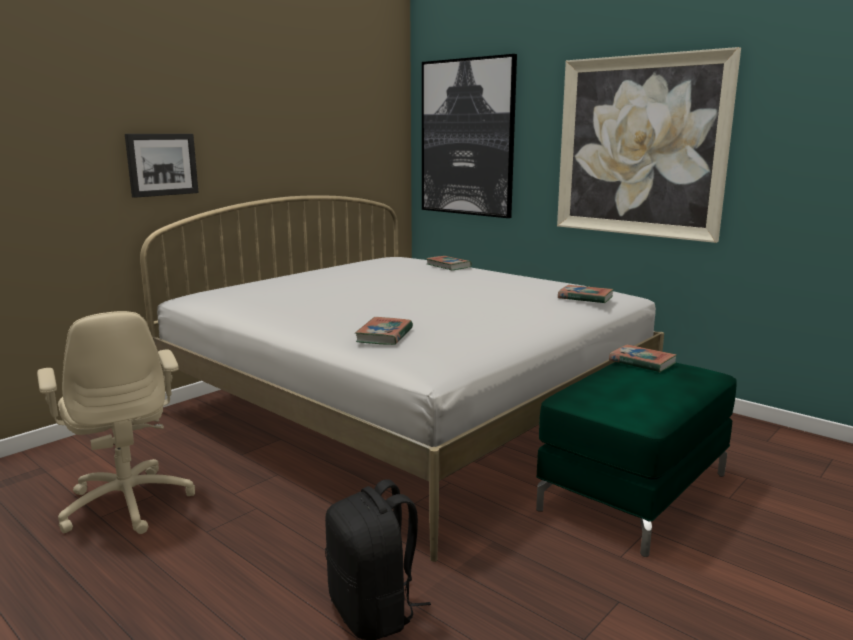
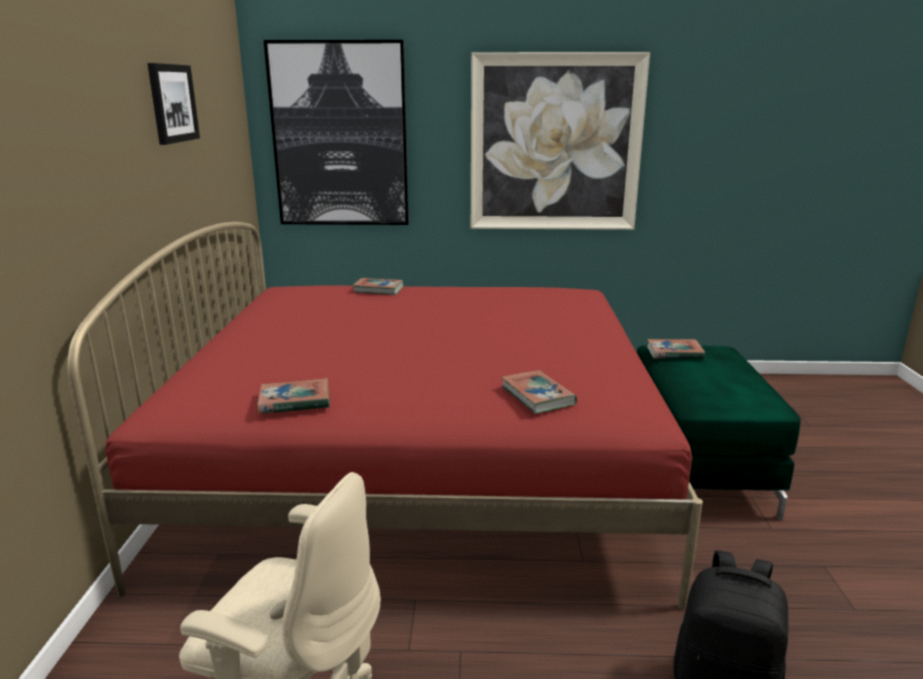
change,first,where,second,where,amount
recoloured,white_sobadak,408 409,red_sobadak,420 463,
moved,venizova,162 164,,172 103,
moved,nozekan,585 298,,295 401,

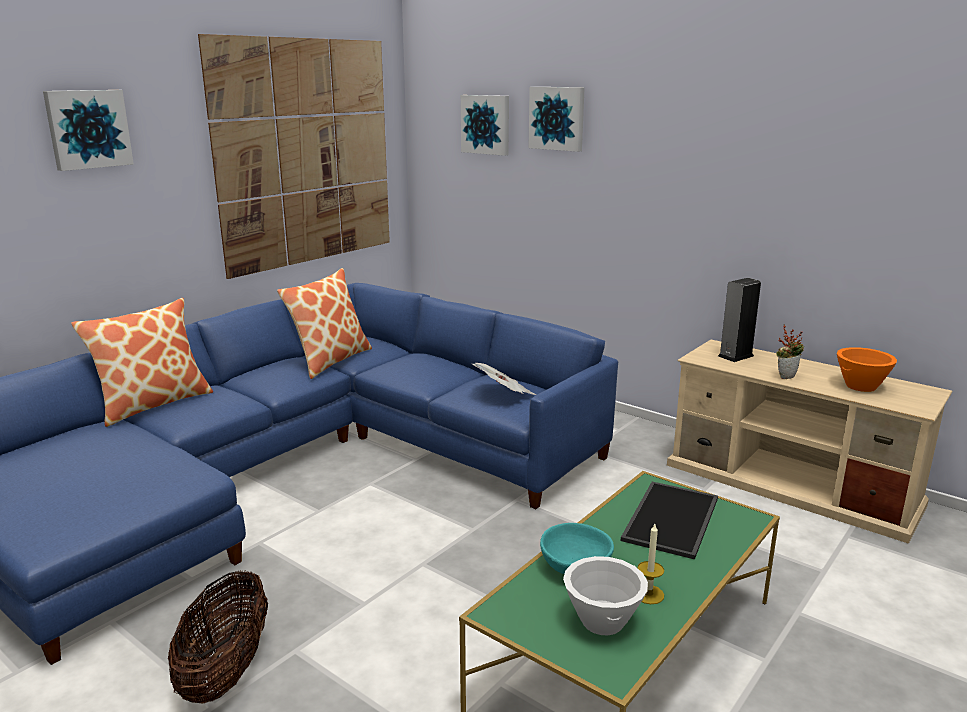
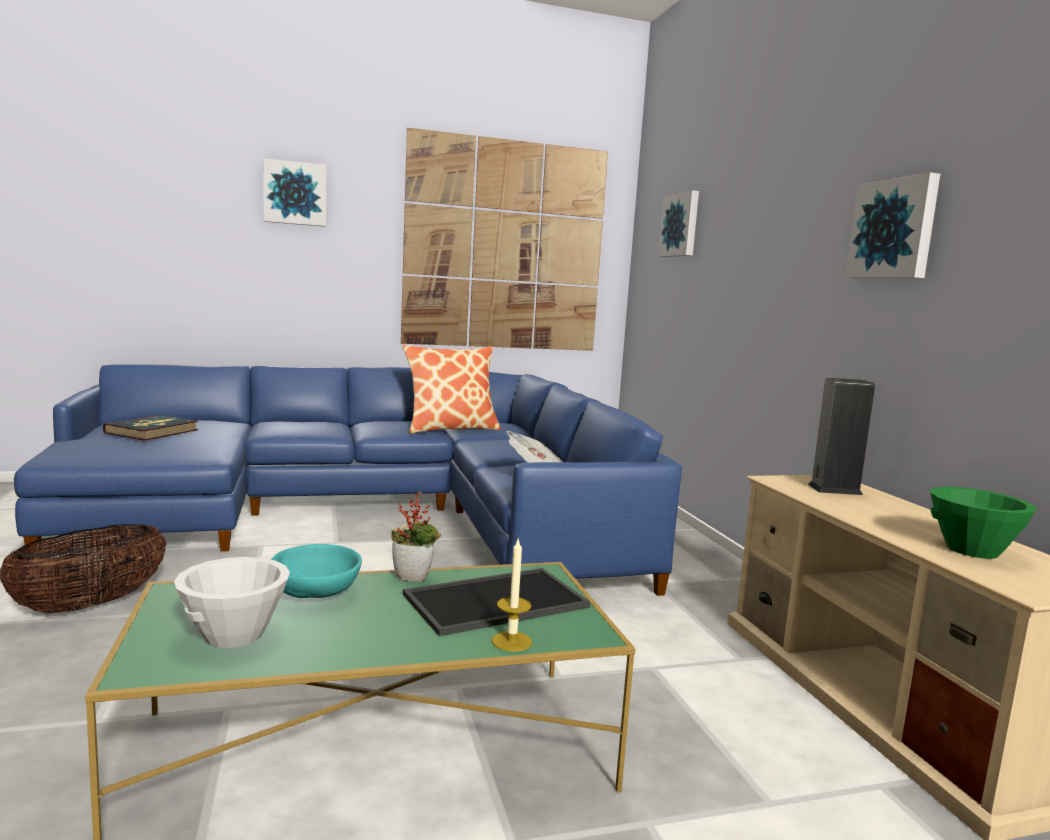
change,first,where,second,where,amount
added,,,nozekan,152 431,
moved,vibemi,786 376,,414 577,
moved,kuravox,648 594,,511 641,
moved,venizova,557 118,,894 229,
recoloured,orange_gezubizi,861 386,green_gezubizi,973 550,
removed,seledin,153 404,,,

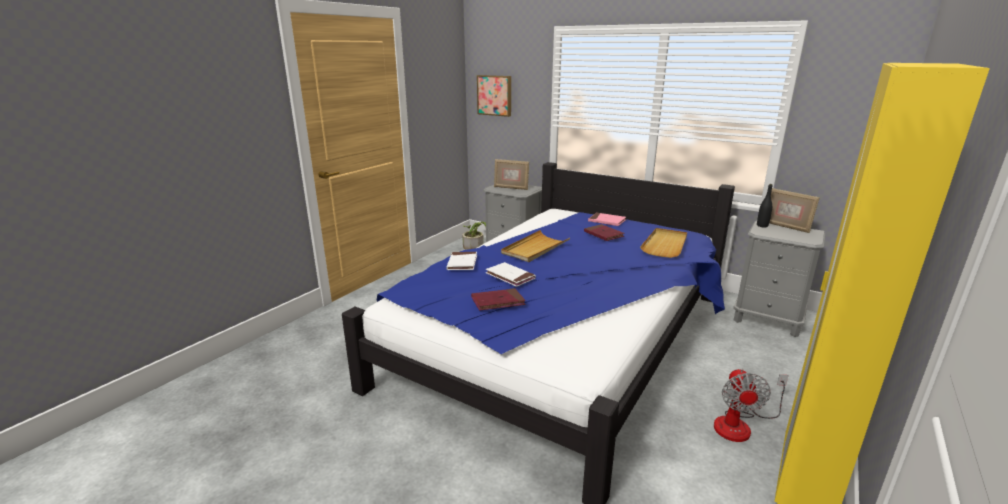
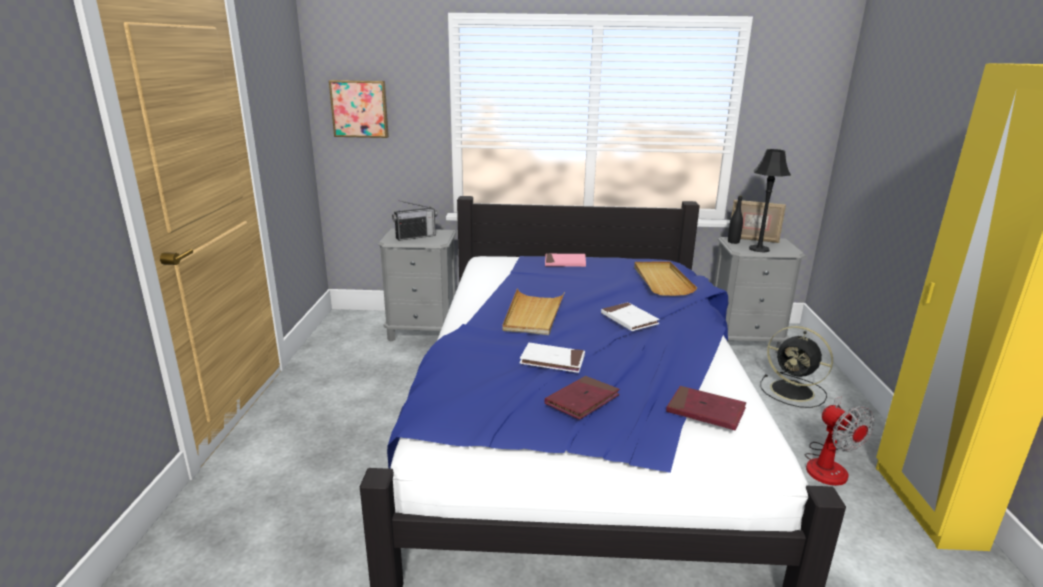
change,first,where,second,where,amount
replaced,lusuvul,511 188,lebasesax,415 237,
moved,white_nozekan,462 263,,629 319,
moved,red_nozekan,603 234,,705 411,
added,,,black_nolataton,759 249,
added,,,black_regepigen,794 391,
removed,vibemi,474 245,,,

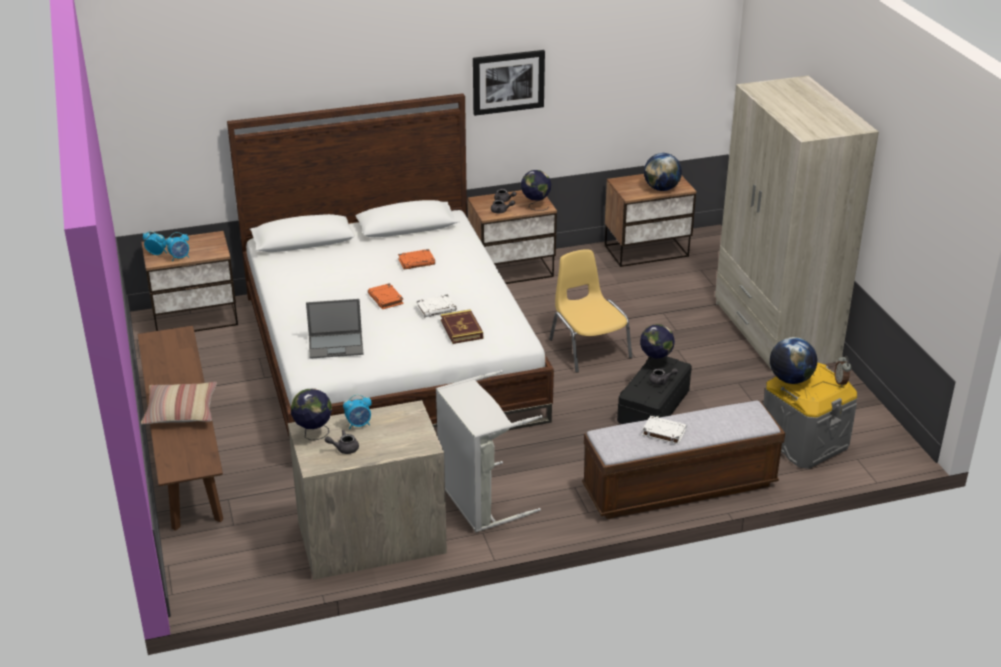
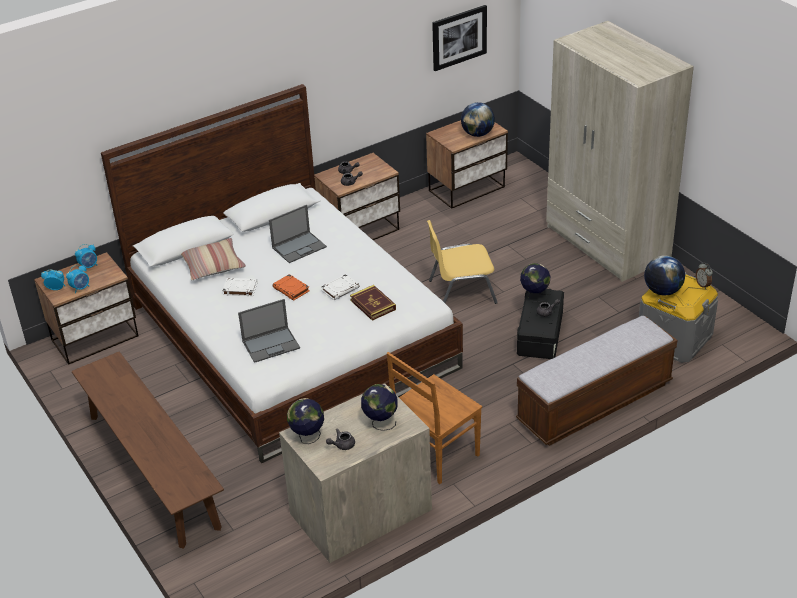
change,first,where,second,where,amount
moved,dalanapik,359 424,,89 266,
moved,seledin,181 411,,213 265,
moved,white_nozekan,663 432,,239 289,
replaced,orange_nozekan,417 262,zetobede,299 247,
moved,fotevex,535 206,,380 423,
replaced,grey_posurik,478 500,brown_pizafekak,435 454,
turned,yellow_pizafekak,588 348,,461 291,60 degrees counterclockwise
moved,venizova,508 82,,459 37,

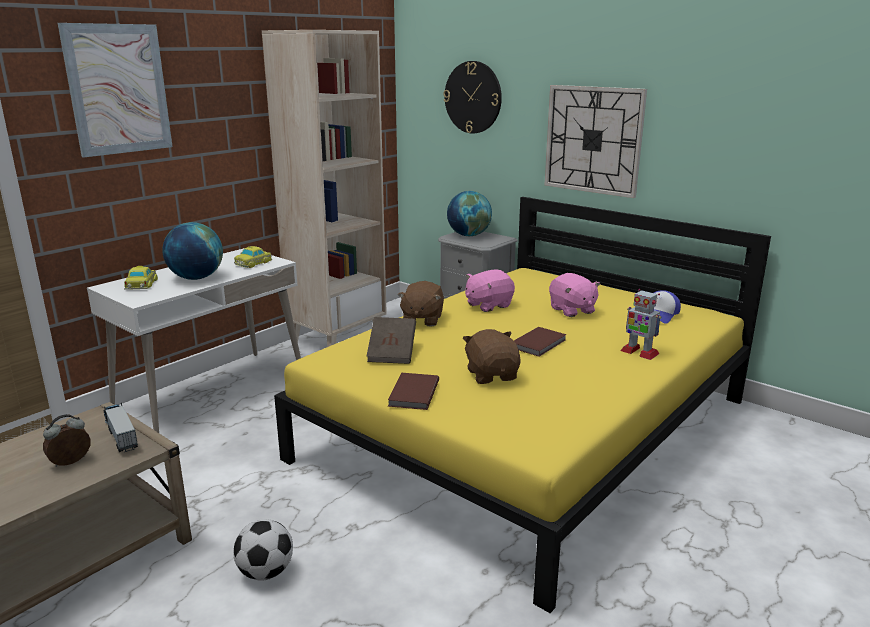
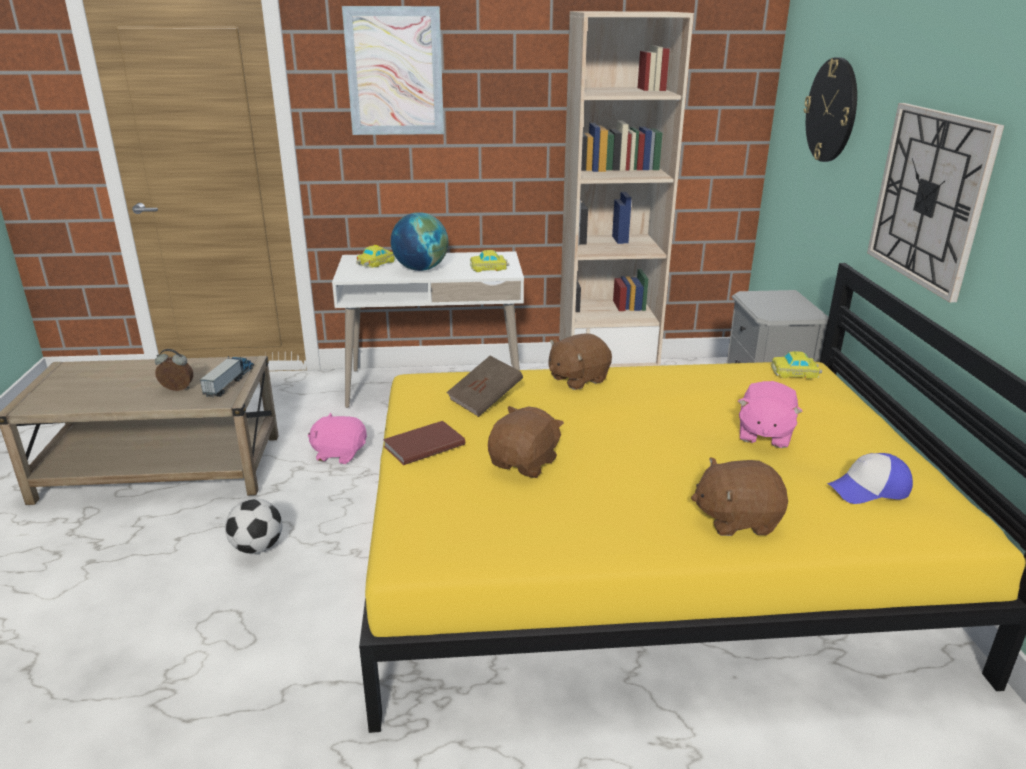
change,first,where,second,where,amount
moved,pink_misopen,488 305,,339 454,
replaced,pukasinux,639 352,brown_misopen,736 519,
added,,,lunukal,795 373,
removed,fotevex,469 235,,,
removed,brown_nozekan,539 343,,,

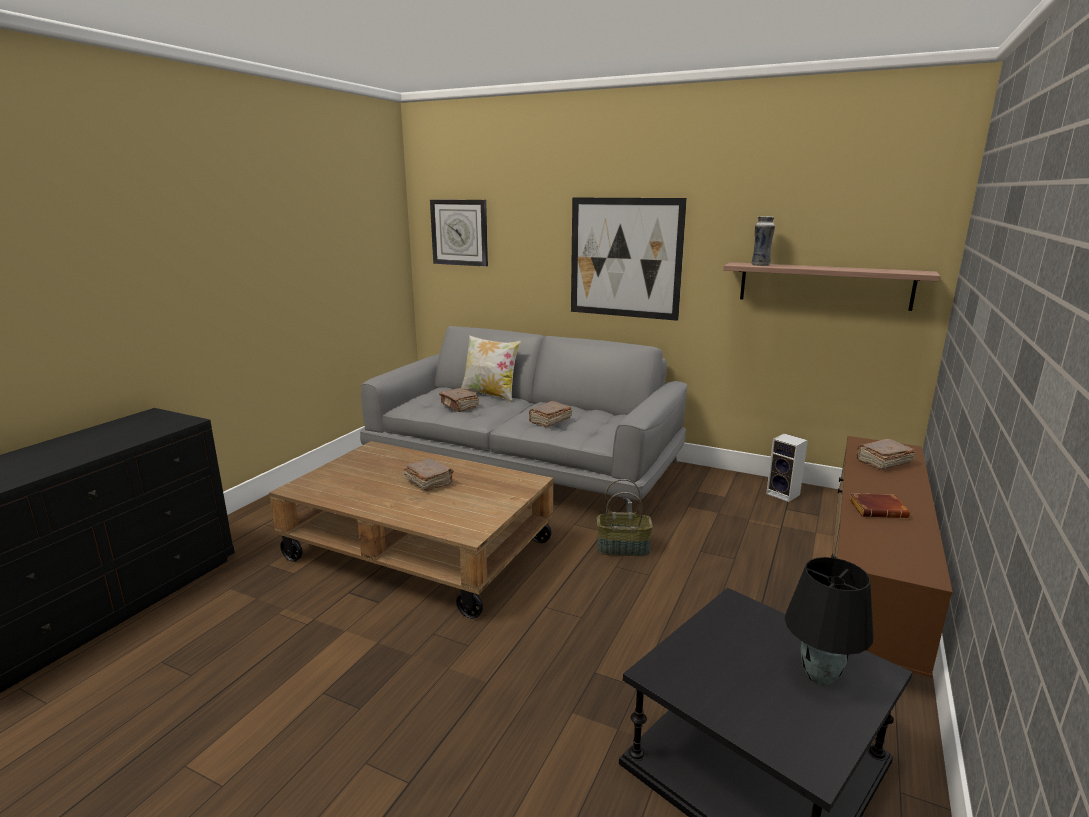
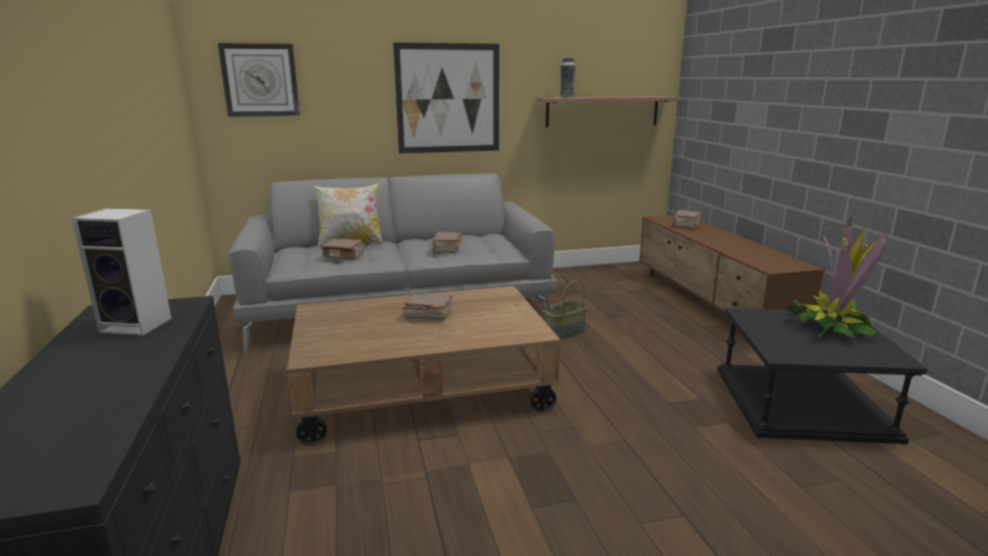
change,first,where,second,where,amount
moved,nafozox,784 494,,139 325,
replaced,black_nolataton,818 675,vibemi,831 326,
removed,brown_nozekan,878 510,,,

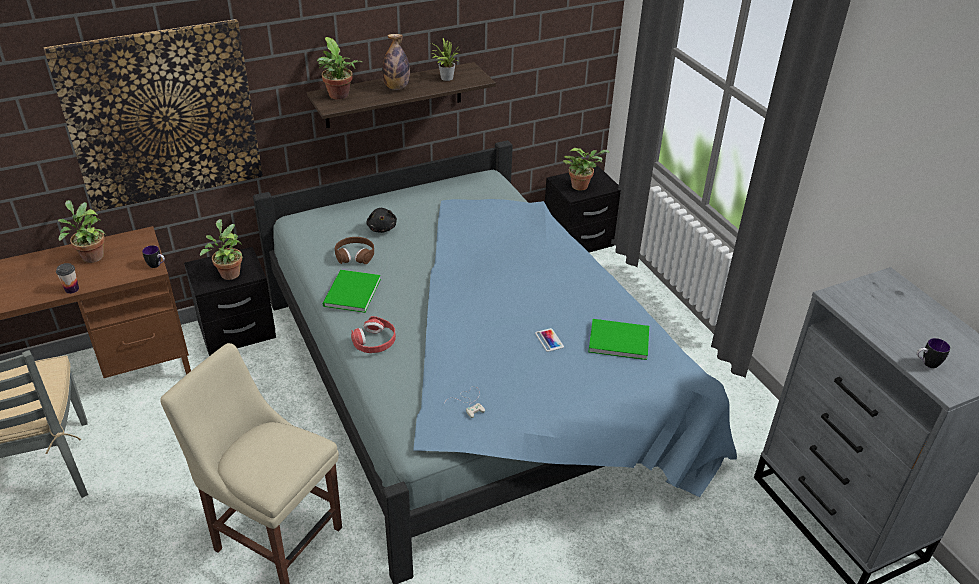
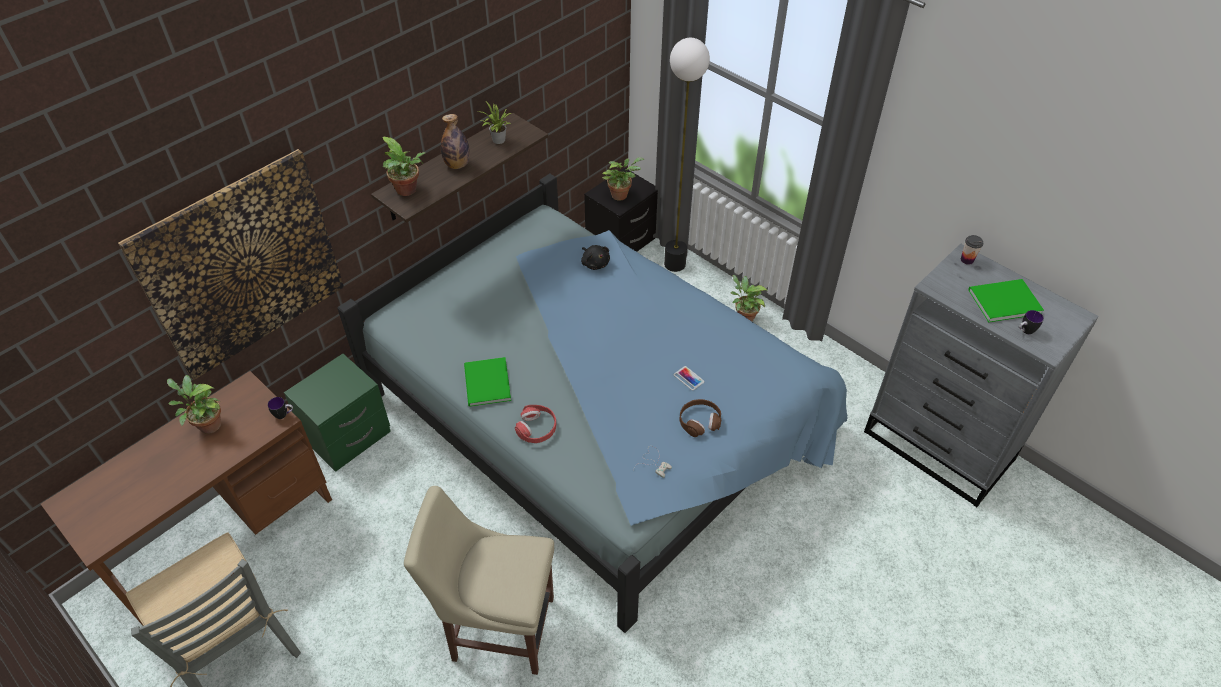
change,first,where,second,where,amount
recoloured,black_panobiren,237 332,green_panobiren,349 437,
moved,black_misopen,382 228,,595 263,
added,,,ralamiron,675 264,
moved,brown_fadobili,355 255,,699 421,
moved,vibemi,228 273,,743 316,
moved,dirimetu,72 289,,967 260,
moved,green_nozekan,617 339,,1002 301,

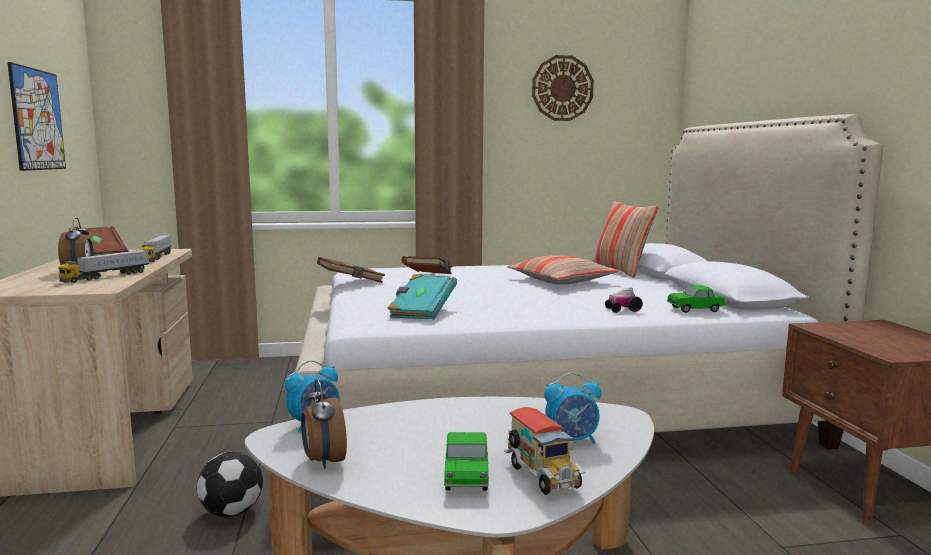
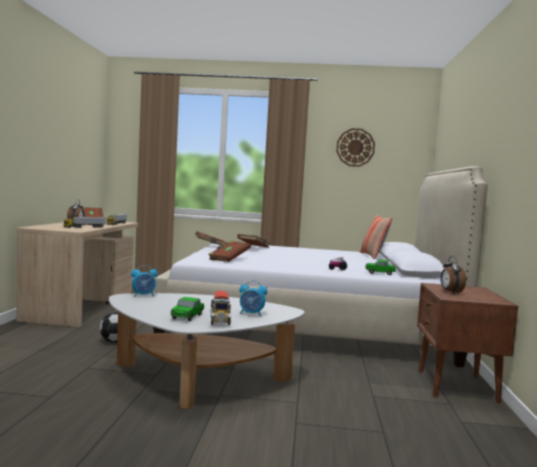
change,first,where,second,where,amount
recoloured,turquoise_nozekan,422 312,brown_nozekan,228 259,
moved,dalanapik,323 461,,450 292,
removed,venizova,37 119,,,
removed,seledin,561 281,,,

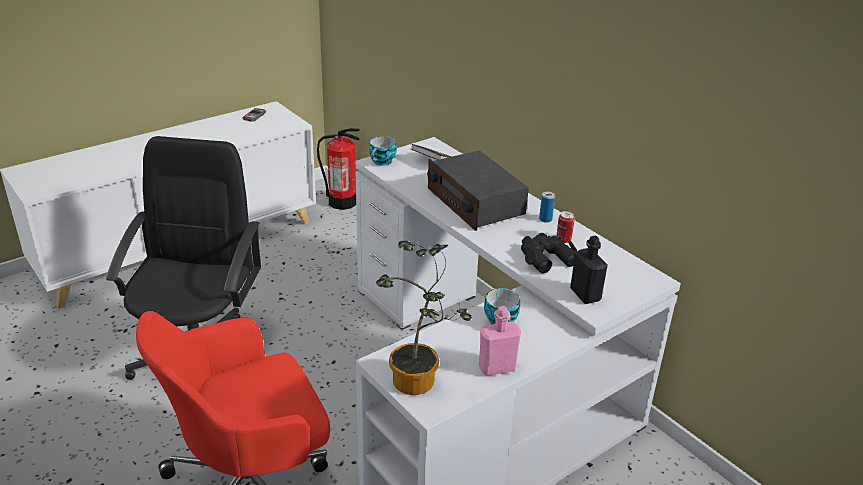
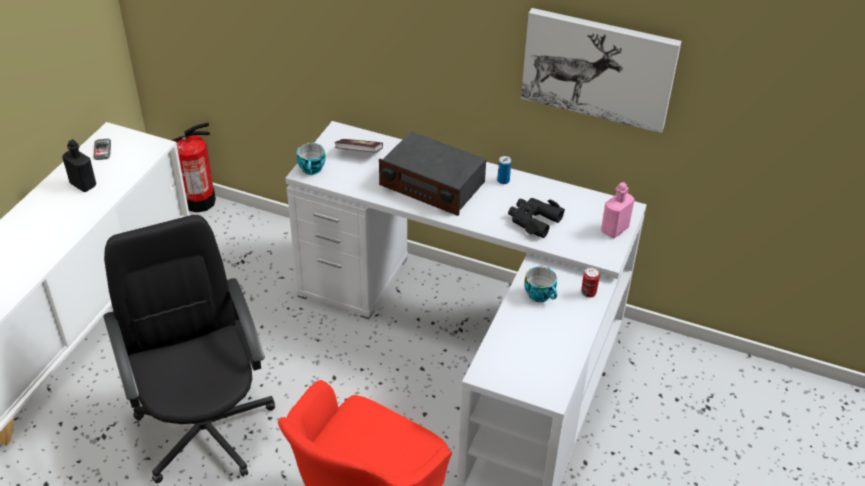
change,first,where,second,where,amount
moved,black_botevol,585 295,,83 184,
added,,,venizova,598 68,
moved,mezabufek,563 240,,588 293,
moved,pink_botevol,497 368,,614 229,
removed,vibemi,419 384,,,

